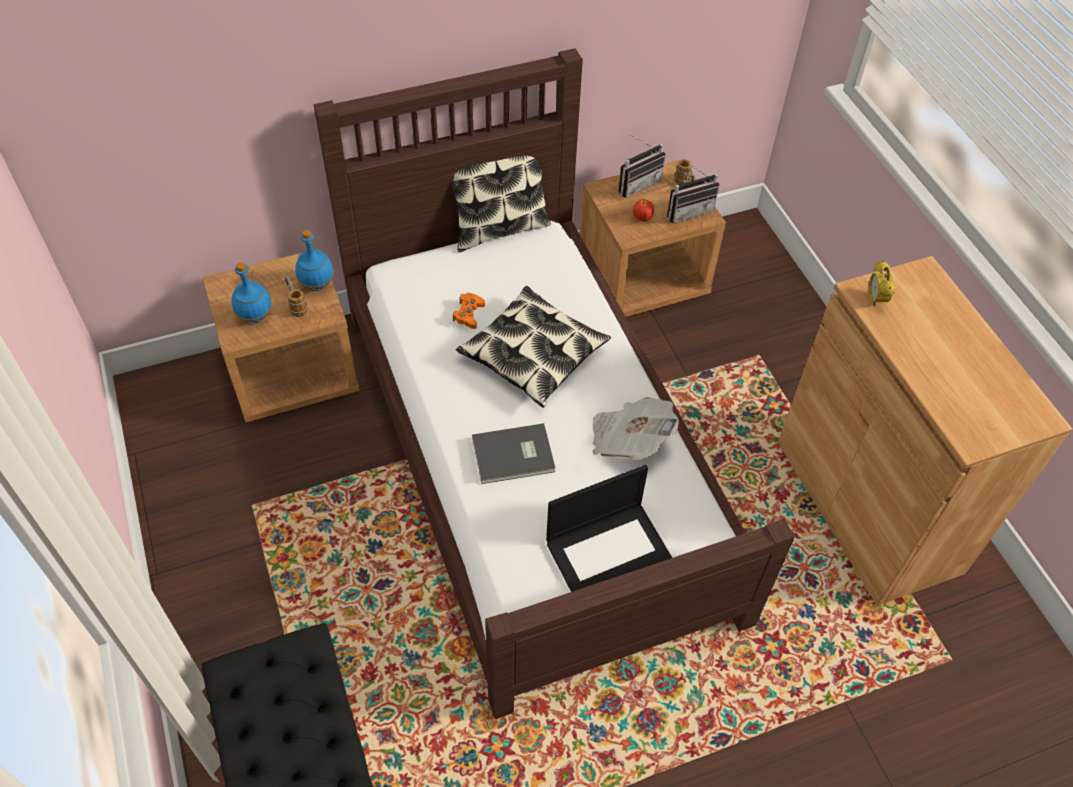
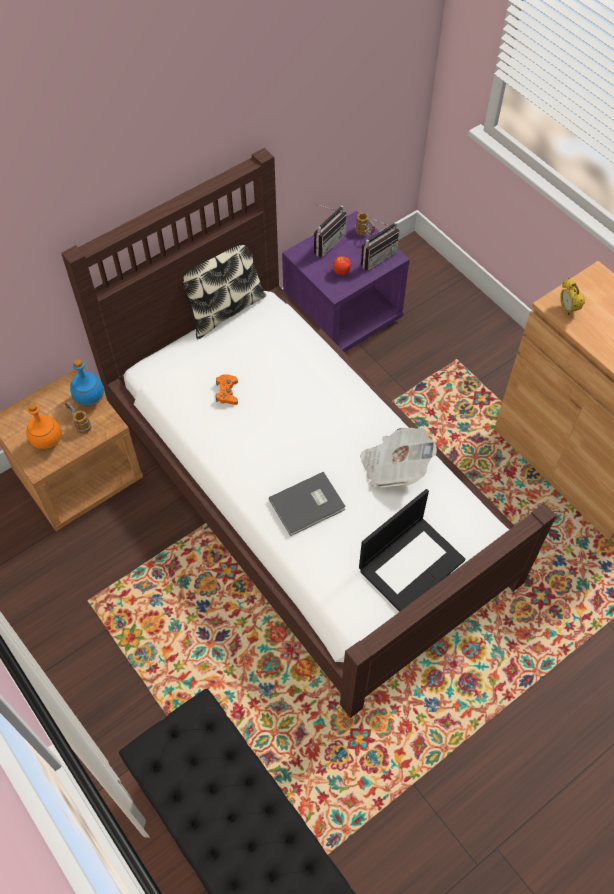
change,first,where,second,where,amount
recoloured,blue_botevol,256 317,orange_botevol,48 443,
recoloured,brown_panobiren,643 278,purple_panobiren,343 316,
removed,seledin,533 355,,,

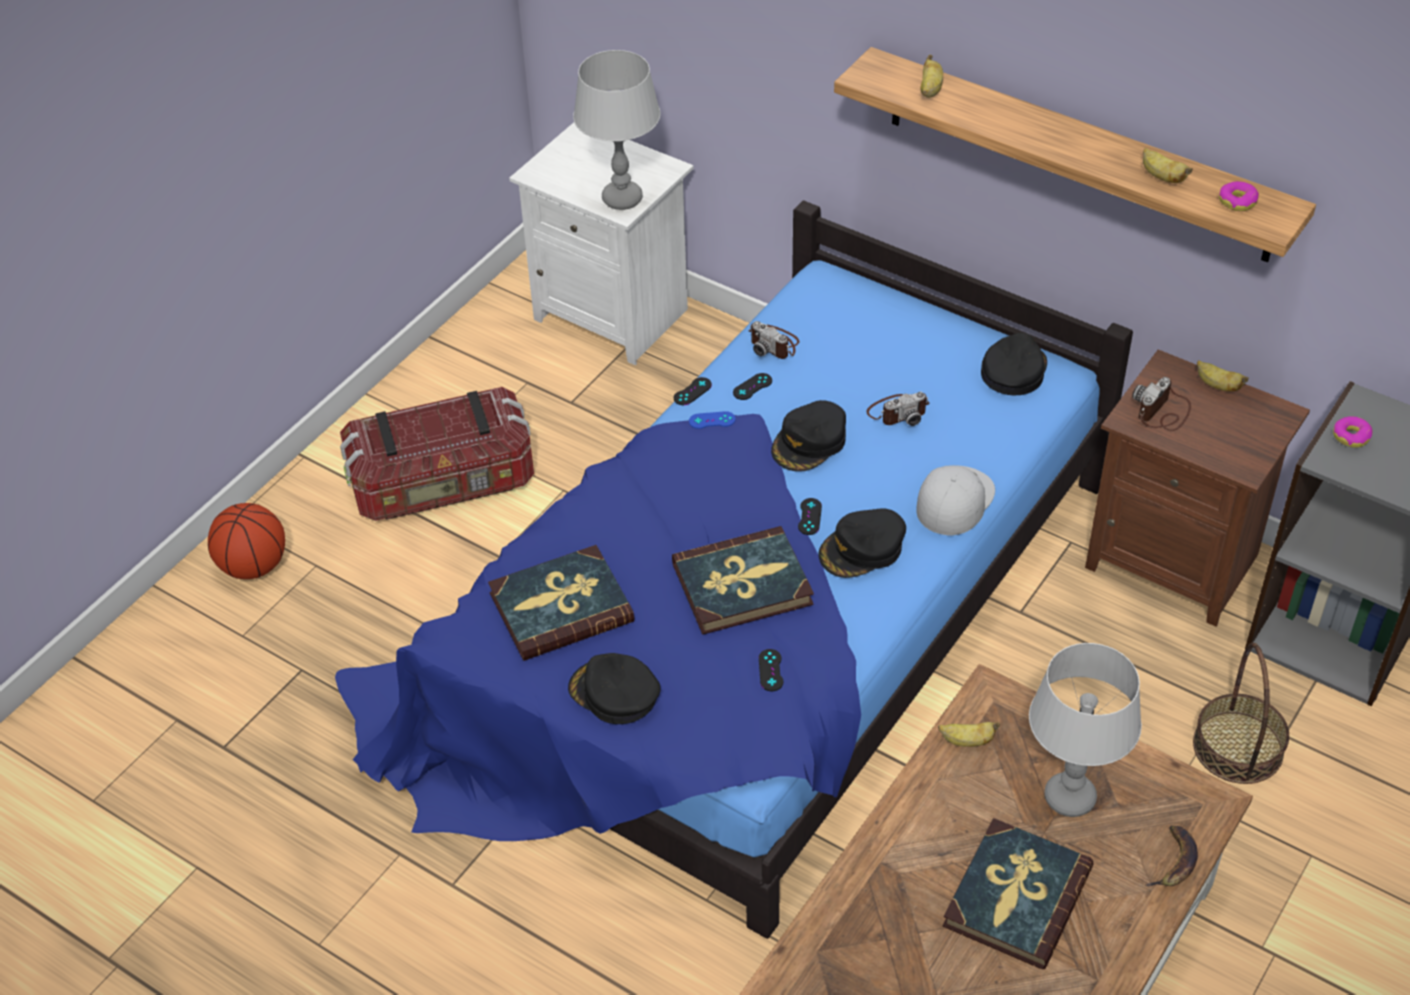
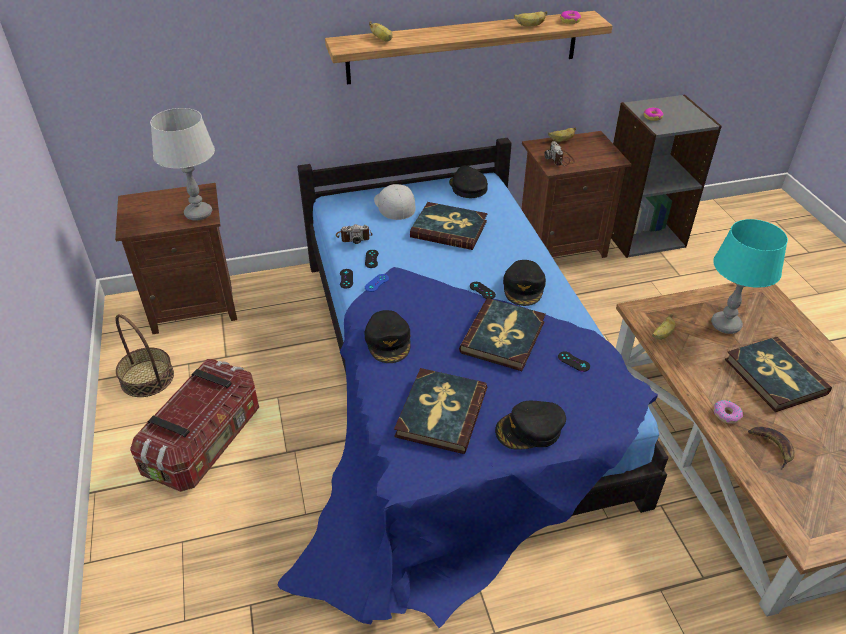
change,first,where,second,where,amount
recoloured,white_panobiren,613 313,brown_panobiren,194 305,
moved,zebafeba,1238 747,,147 378,
moved,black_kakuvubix,810 442,,388 341,
moved,white_kakuvubix,954 499,,394 204,
replaced,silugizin,897 412,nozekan,449 229,
recoloured,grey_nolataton,1069 797,turquoise_nolataton,725 325,
added,,,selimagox,726 414,
moved,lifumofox,1174 862,,772 447,
removed,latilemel,253 566,,,

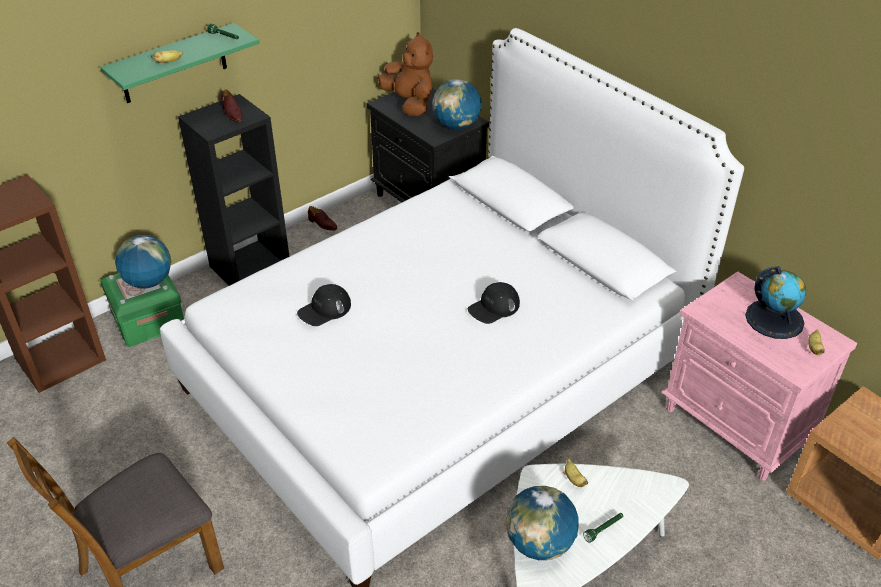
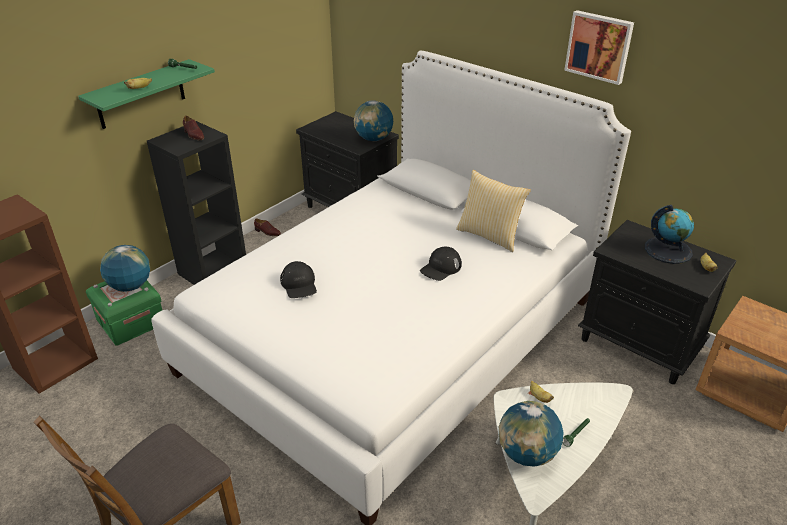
change,first,where,second,where,amount
turned,black_kakuvubix,324 309,,299 284,60 degrees counterclockwise
added,,,seledin,490 235,
added,,,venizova,599 46,
recoloured,pink_panobiren,737 425,black_panobiren,640 345,
removed,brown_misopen,410 104,,,

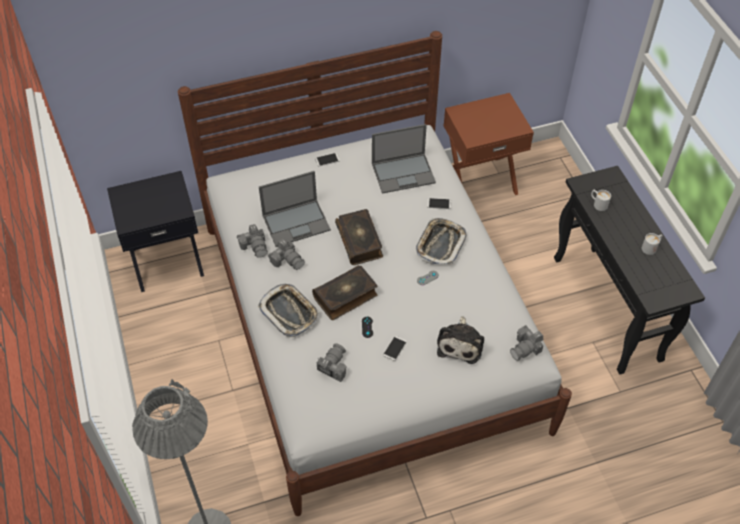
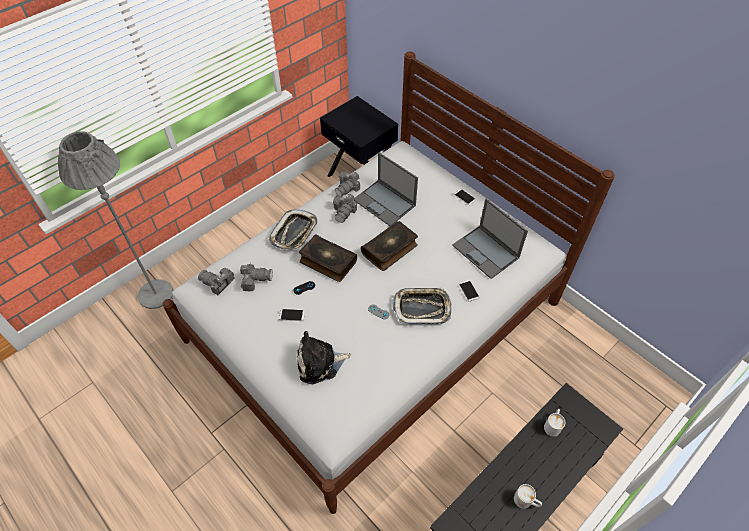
change,first,where,second,where,amount
moved,silugizin,526 348,,217 284,
removed,brown_panobiren,479 180,,,

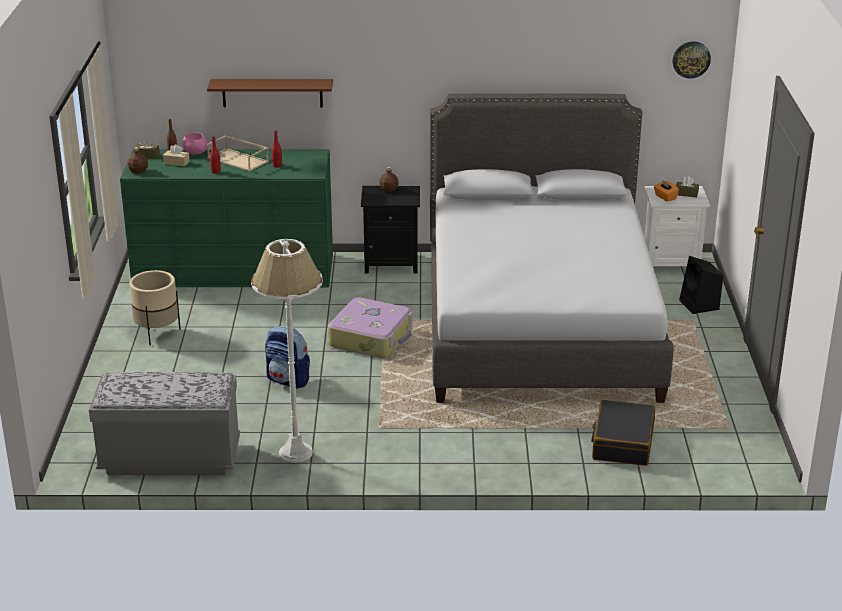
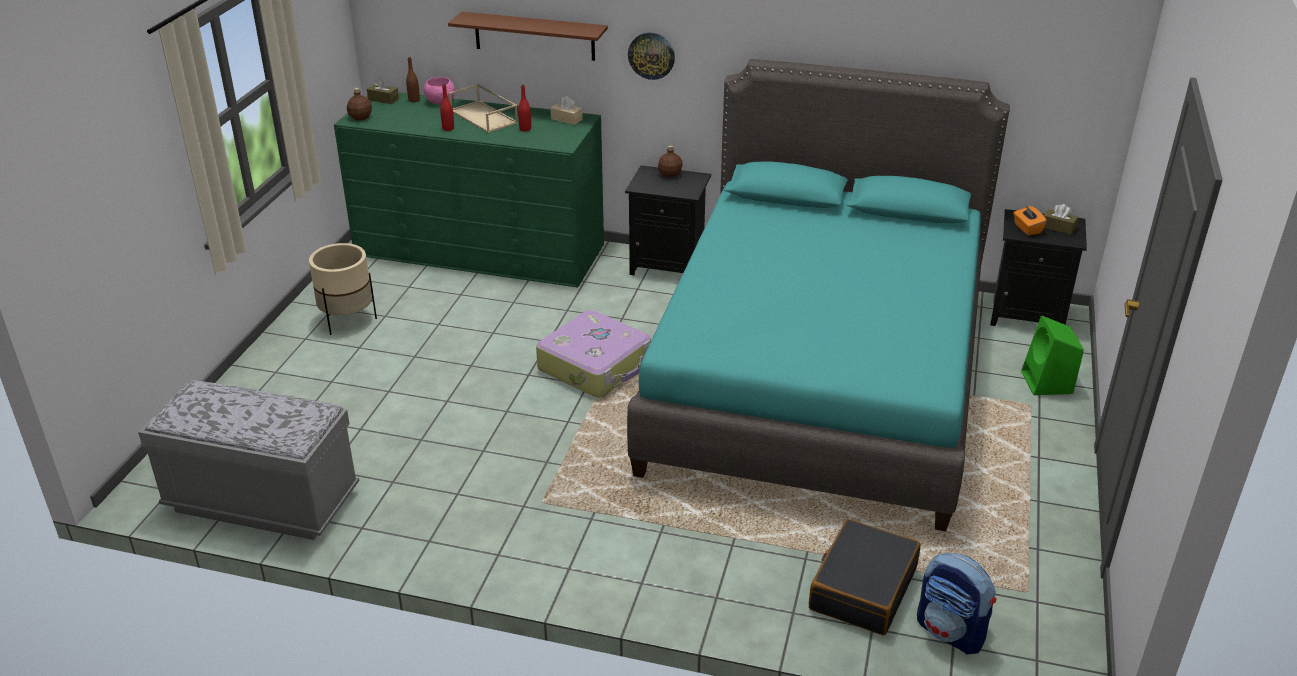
change,first,where,second,where,amount
moved,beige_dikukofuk,176 162,,566 119,
recoloured,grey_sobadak,538 322,turquoise_sobadak,818 375,
moved,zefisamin,691 59,,651 55,
moved,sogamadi,288 380,,951 632,
recoloured,white_panobiren,670 263,black_panobiren,1026 315,
recoloured,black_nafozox,700 305,green_nafozox,1047 383,
removed,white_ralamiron,295 453,,,

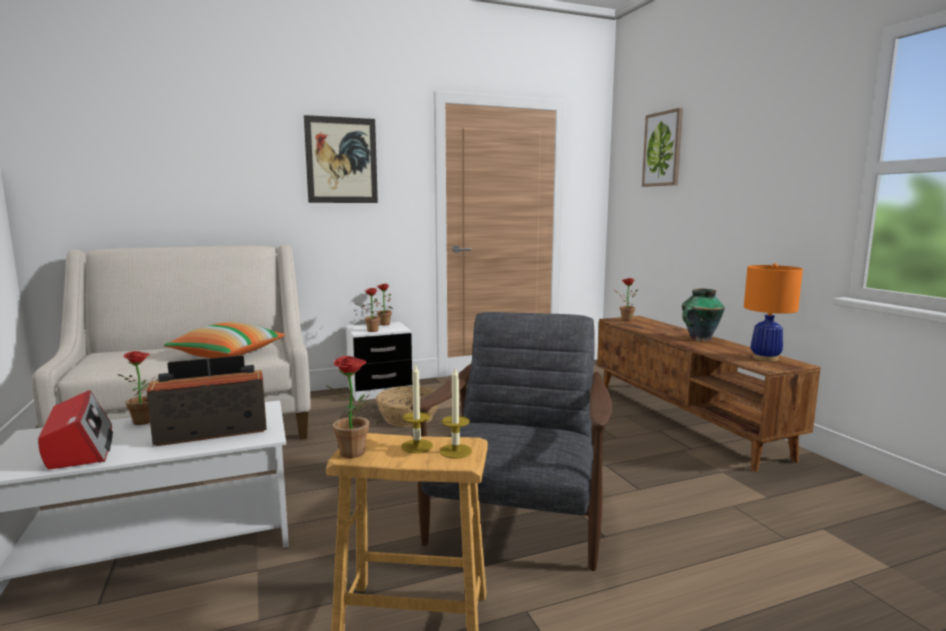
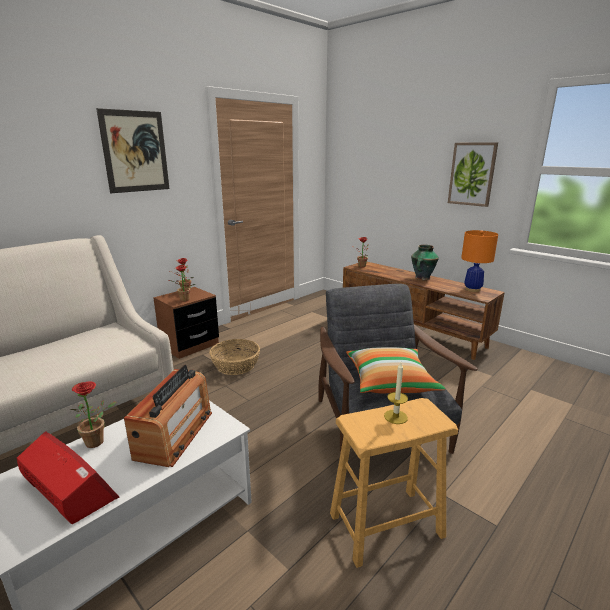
change,first,where,second,where,amount
turned,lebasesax,212 430,,175 434,150 degrees clockwise
recoloured,white_panobiren,379 391,brown_panobiren,190 345,
moved,seledin,227 354,,390 382,
moved,venizova,663 149,,472 174,
removed,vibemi,357 454,,,
removed,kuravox,455 451,,,

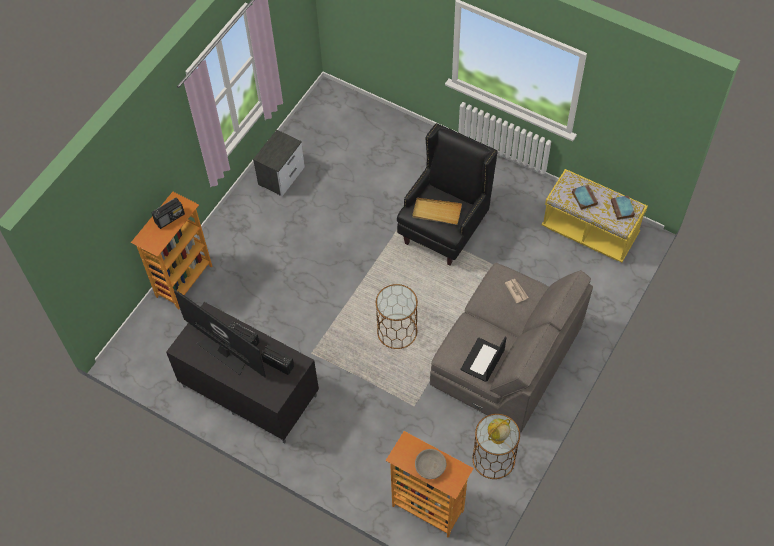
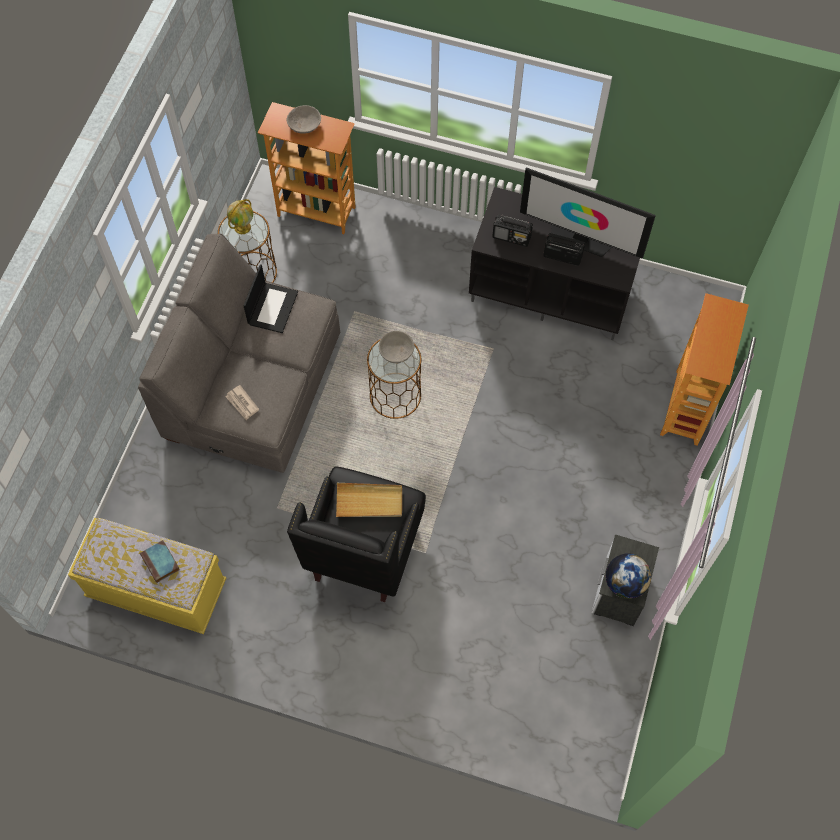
change,first,where,second,where,amount
added,,,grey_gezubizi,396 351,
added,,,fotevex,625 583,
removed,lebasesax,170 218,,,
removed,nozekan,622 209,,,

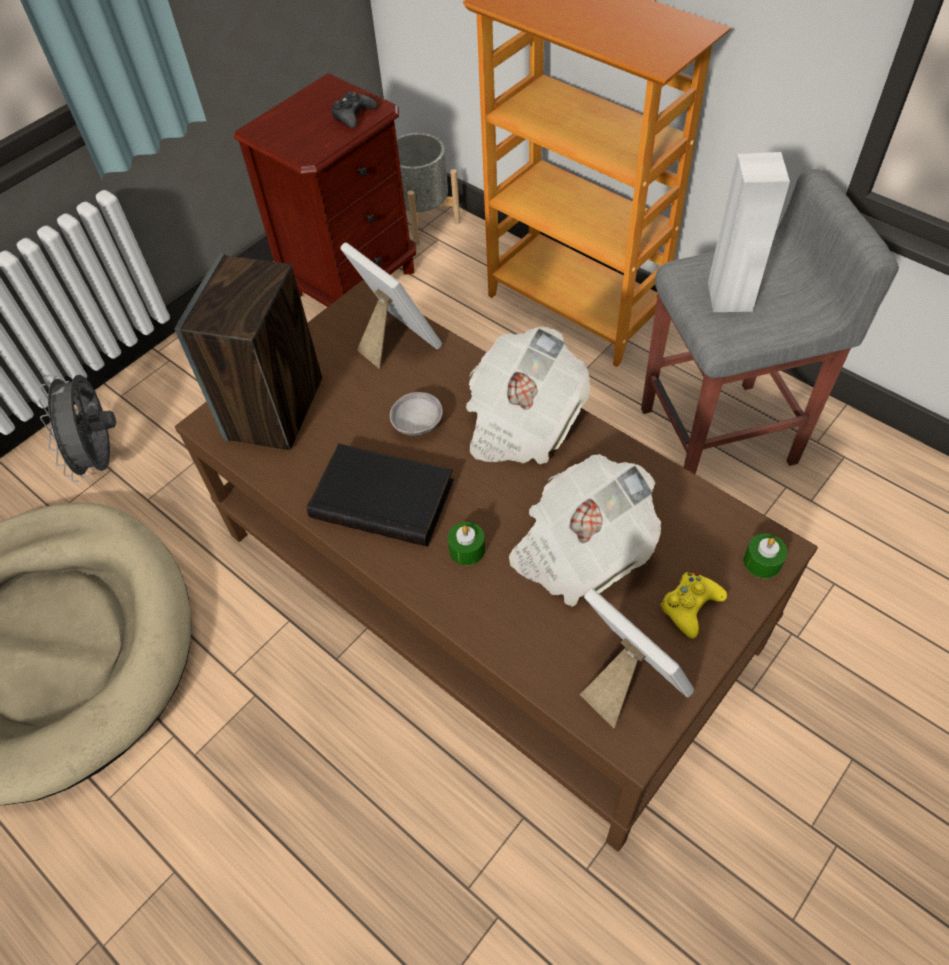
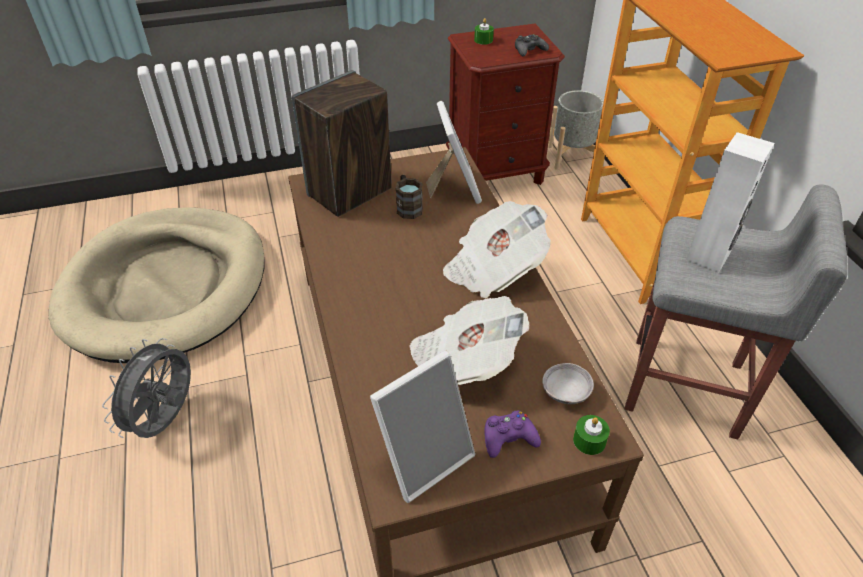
change,first,where,second,where,amount
moved,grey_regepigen,102 458,,167 420,
turned,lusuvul,627 680,,423 457,60 degrees clockwise
added,,,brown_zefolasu,408 207,
moved,green_kuravox,467 549,,483 40,
recoloured,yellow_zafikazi,690 606,purple_zafikazi,508 438,
moved,grey_gezubizi,418 424,,565 393,
removed,black_nozekan,384 497,,,

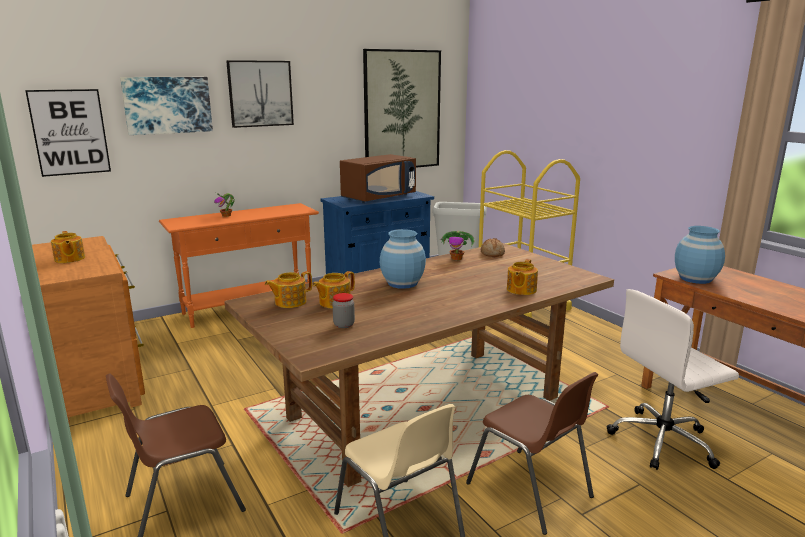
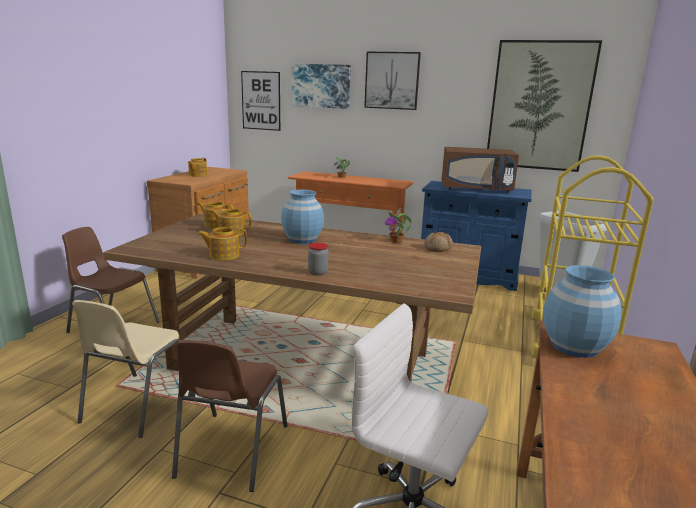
change,first,where,second,where,amount
moved,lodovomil,520 290,,223 255,
moved,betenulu,344 325,,318 272,

